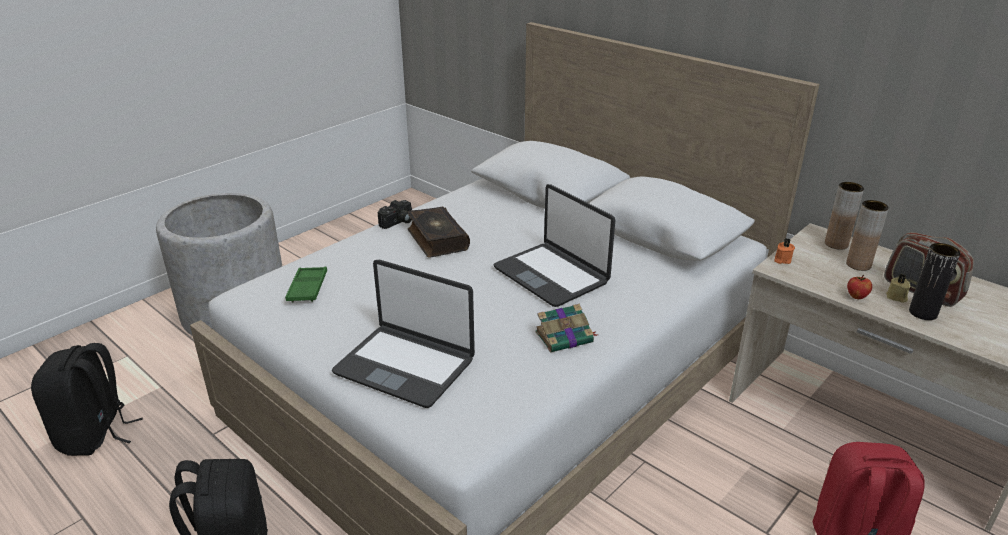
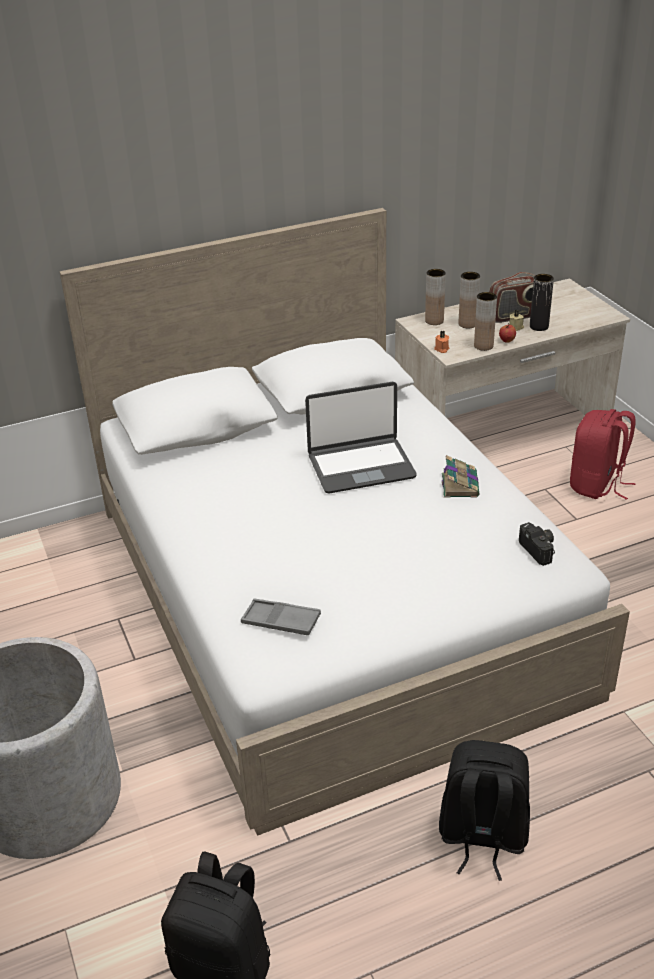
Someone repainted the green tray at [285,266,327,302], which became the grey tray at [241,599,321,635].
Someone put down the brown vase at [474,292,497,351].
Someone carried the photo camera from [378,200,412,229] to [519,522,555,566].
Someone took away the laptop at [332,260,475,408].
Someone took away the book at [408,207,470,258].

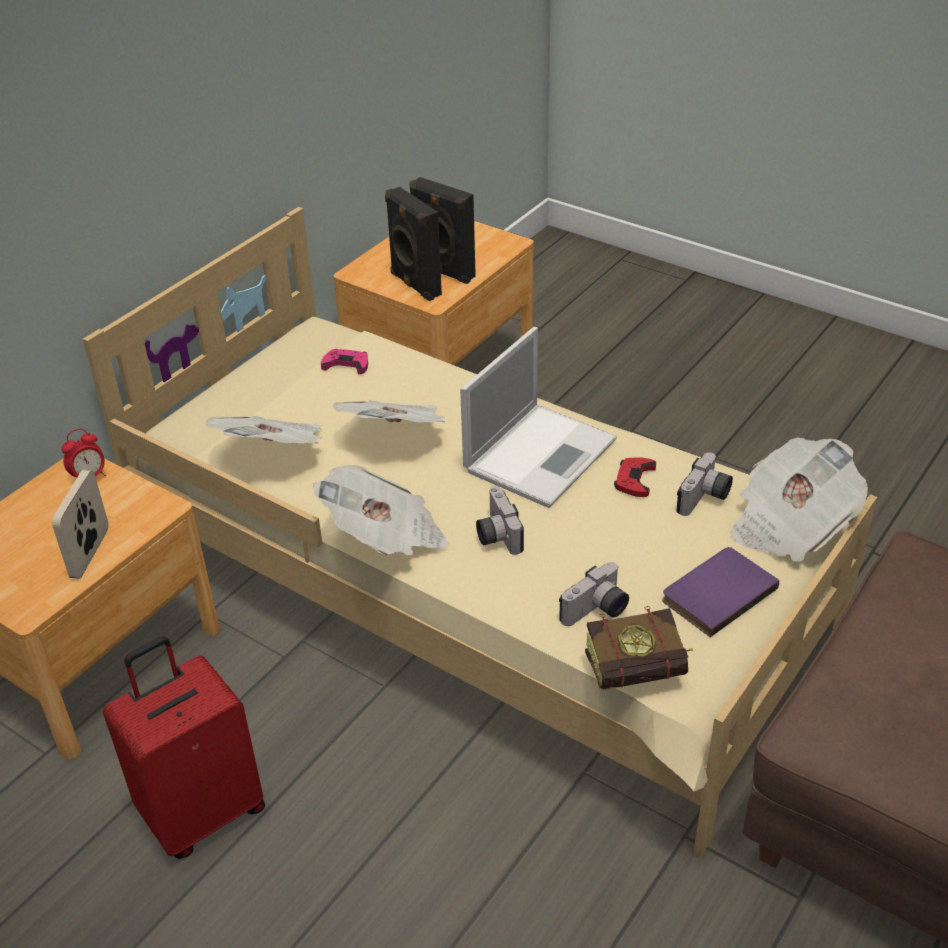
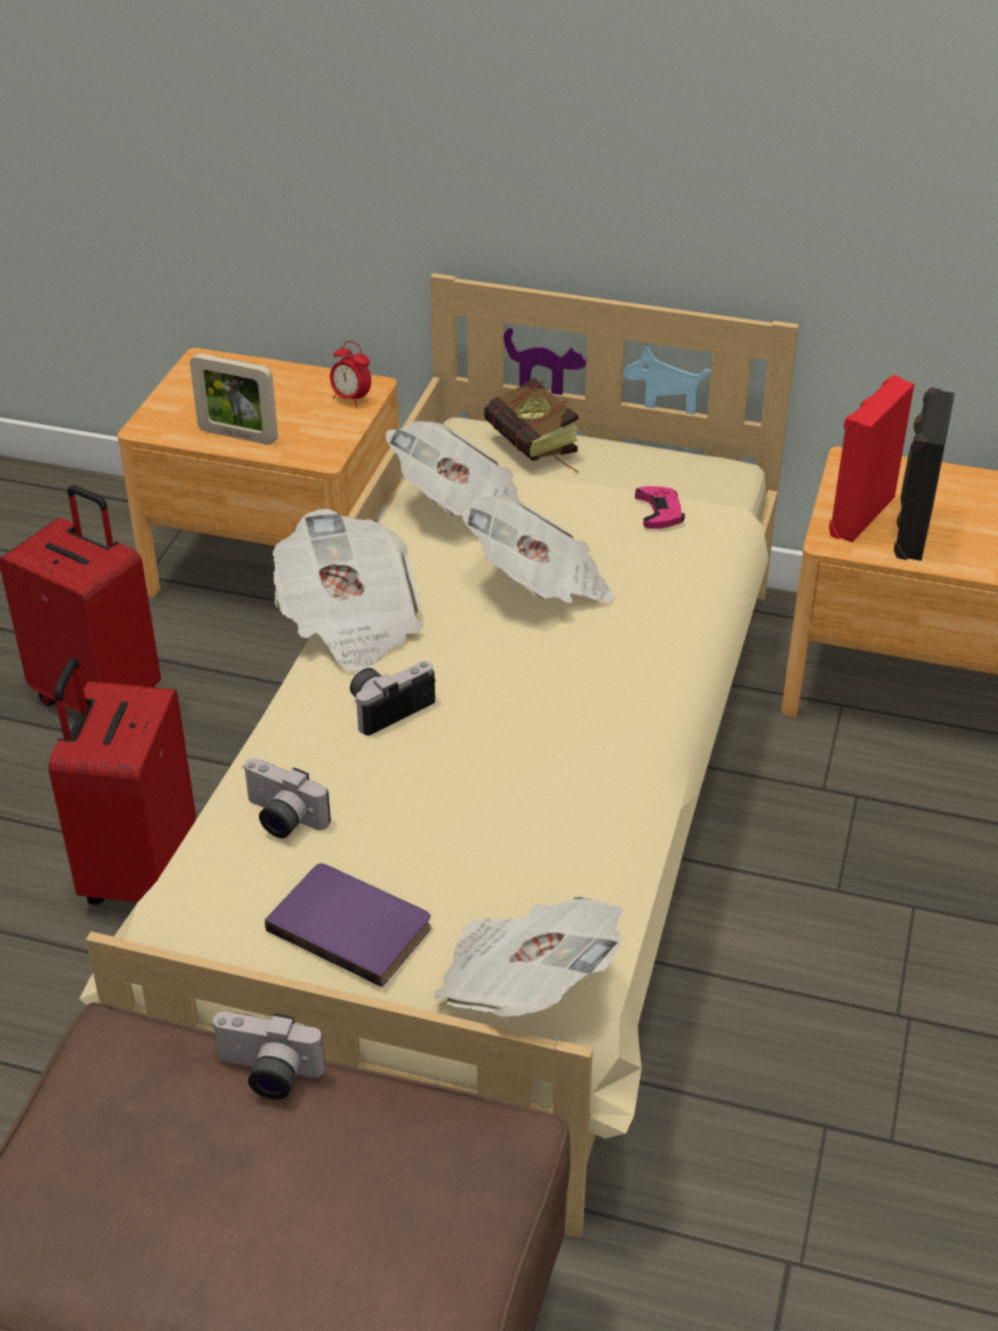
Someone put down the red suitcase at [48,658,196,905].
Someone rotated the picture frame at [52,470,108,579] by 150 degrees counterclockwise.
Someone carried the photo camera from [676,452,733,516] to [211,1012,325,1099].
Someone carried the book from [585,606,693,690] to [484,378,579,474].
Someone repainted the black speaker at [385,187,442,301], which became the red speaker at [829,375,915,542].
Someone took away the laptop at [460,327,617,508].
Someone took away the red game controller at [614,457,656,497].

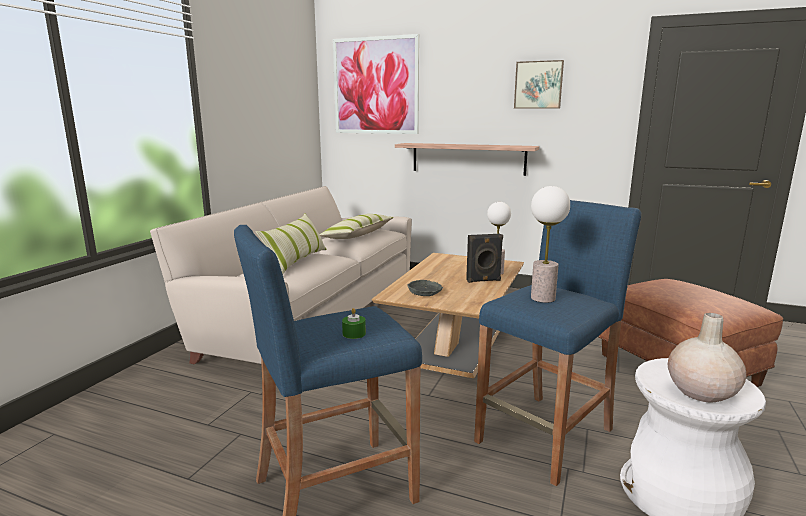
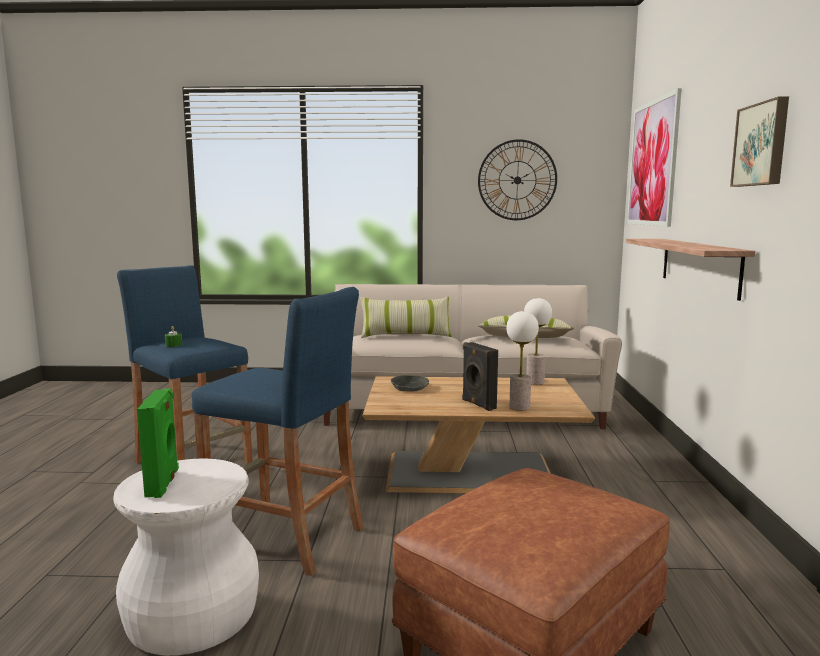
Someone swapped the beige vase at [667,313,746,402] for the green speaker at [137,388,179,498].
Someone put up the wall clock at [478,139,557,220].
Someone carried the table lamp from [531,186,570,303] to [524,298,552,385].

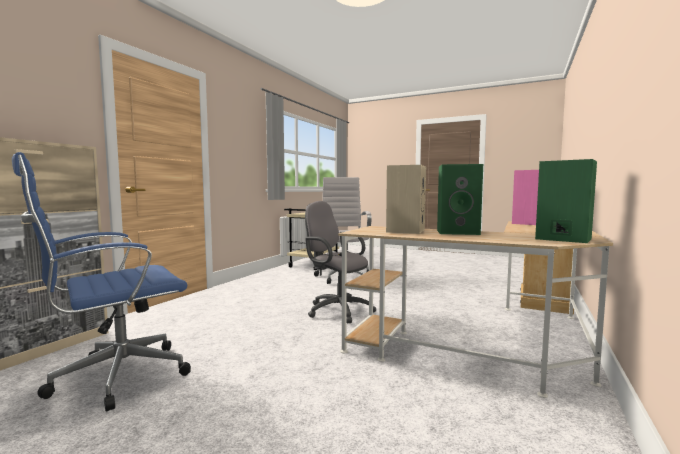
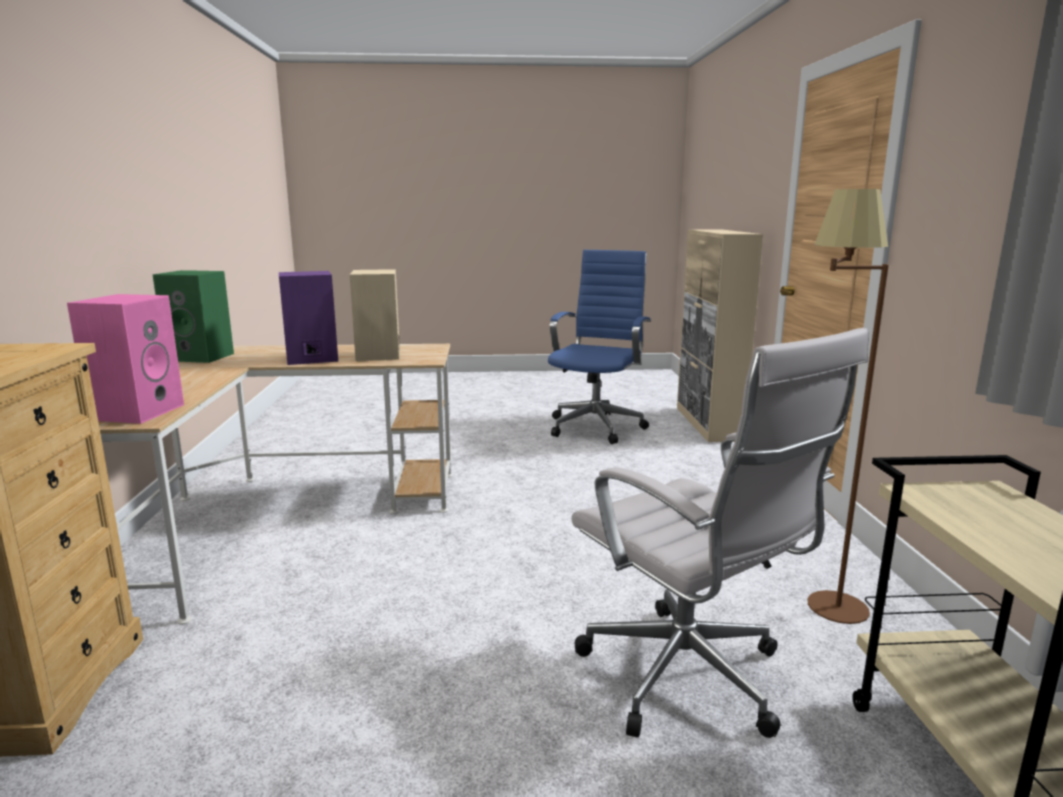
Someone repainted the green speaker at [437,164,483,235], which became the purple speaker at [279,271,338,365].
Someone put down the brown floor lamp at [808,189,889,624].
Someone took away the grey office chair at [305,201,376,323].

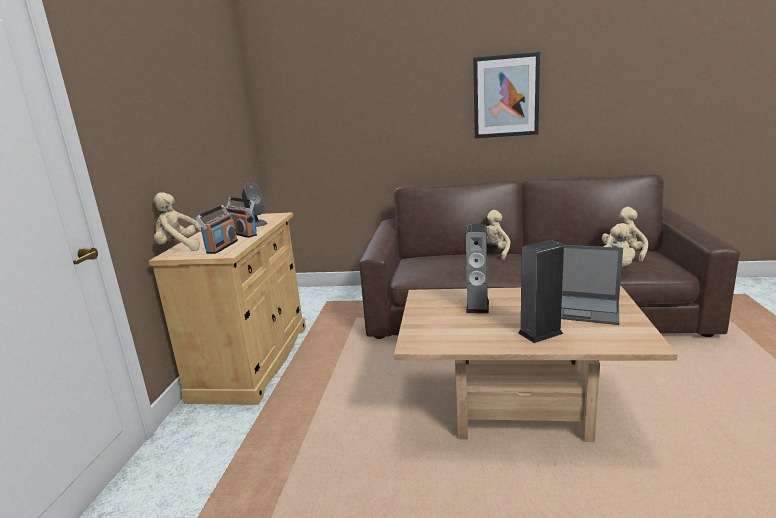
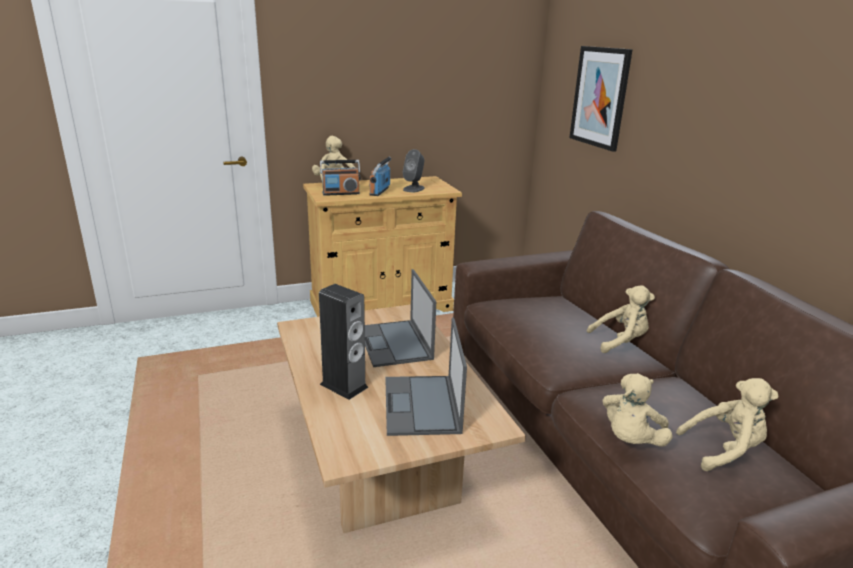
Someone swapped the speaker at [466,224,489,314] for the laptop at [365,269,436,367].
Someone carried the picture from [473,52,540,138] to [569,46,633,152].

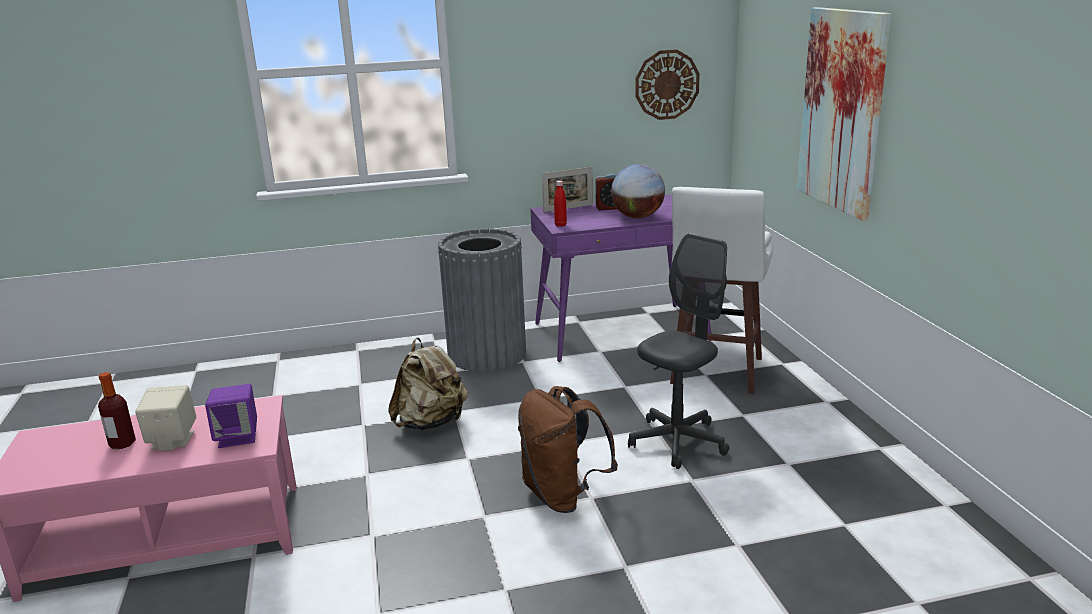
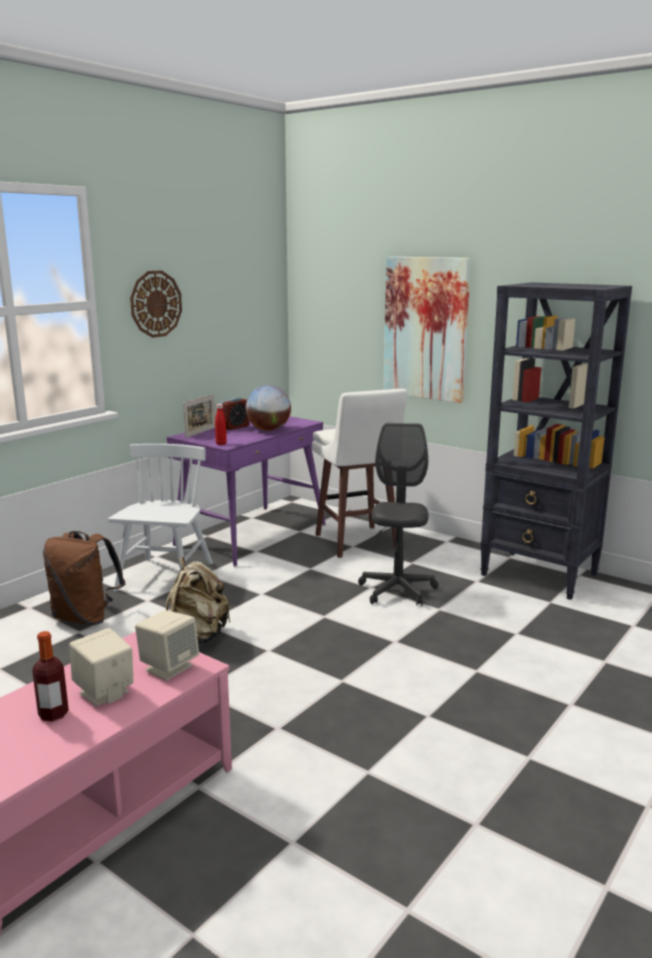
Someone carried the brown backpack from [518,386,618,513] to [43,531,125,625].
Someone swapped the grey trash can at [438,228,526,372] for the white chair at [108,444,213,592].
Someone carried the wall clock from [635,50,700,120] to [130,270,182,338].
Someone repainted the purple speaker at [205,384,257,448], which became the beige speaker at [135,610,199,681].
Someone put down the black bookcase at [480,282,632,600].

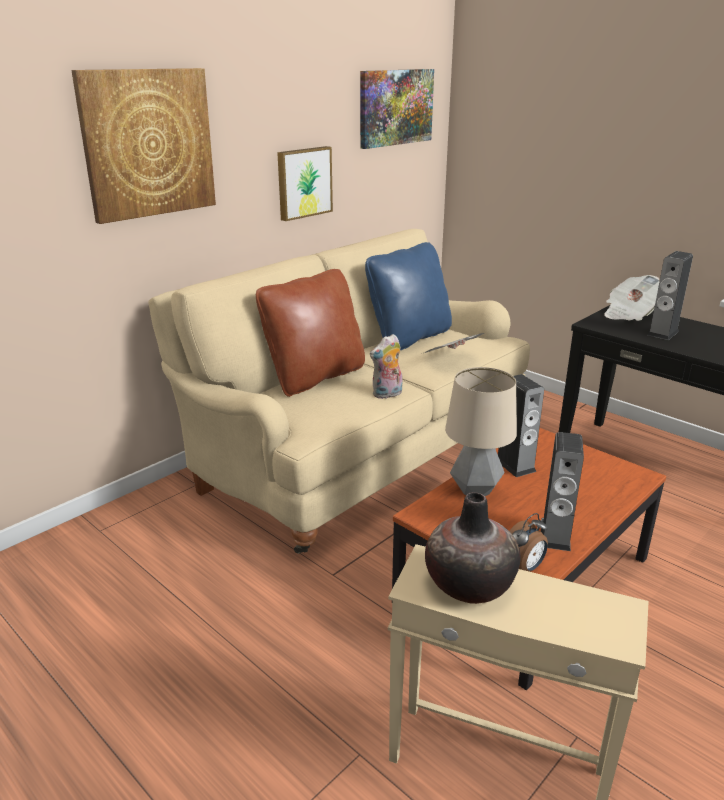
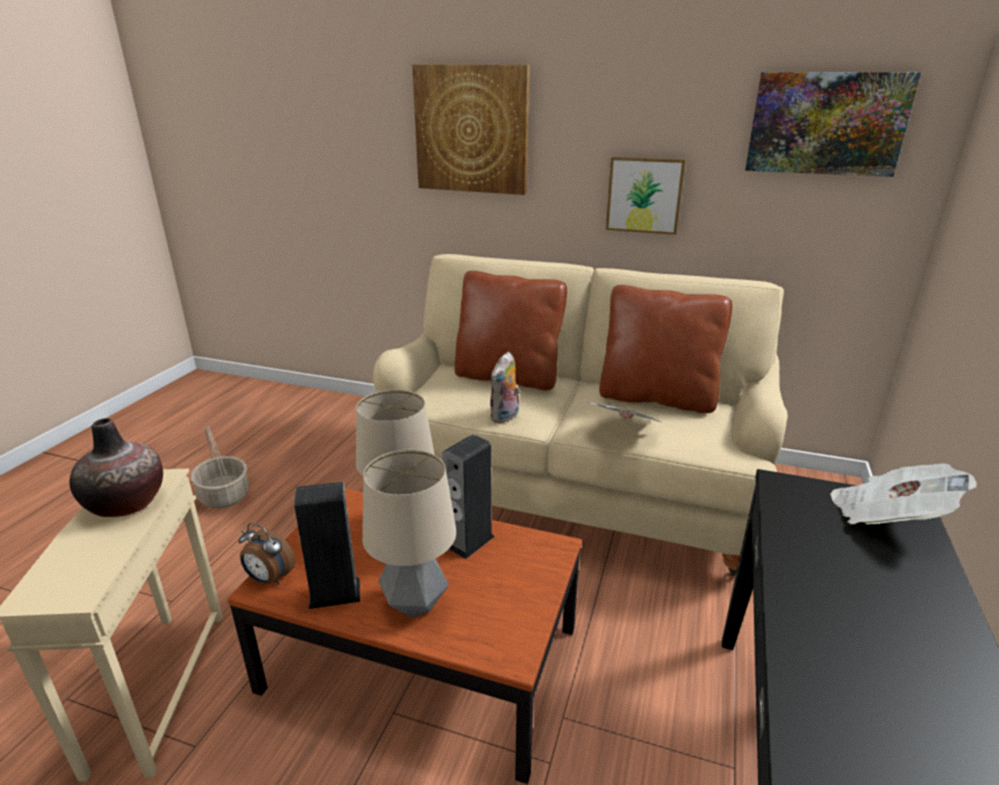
Someone put down the basket at [190,426,249,508].
Someone put down the table lamp at [362,450,456,618].
Someone rotated the plush toy at [370,334,402,399] by 90 degrees counterclockwise.
Someone repainted the blue pillow at [365,242,452,350], which became the brown pillow at [599,285,732,413].
Someone took away the speaker at [647,251,693,340].

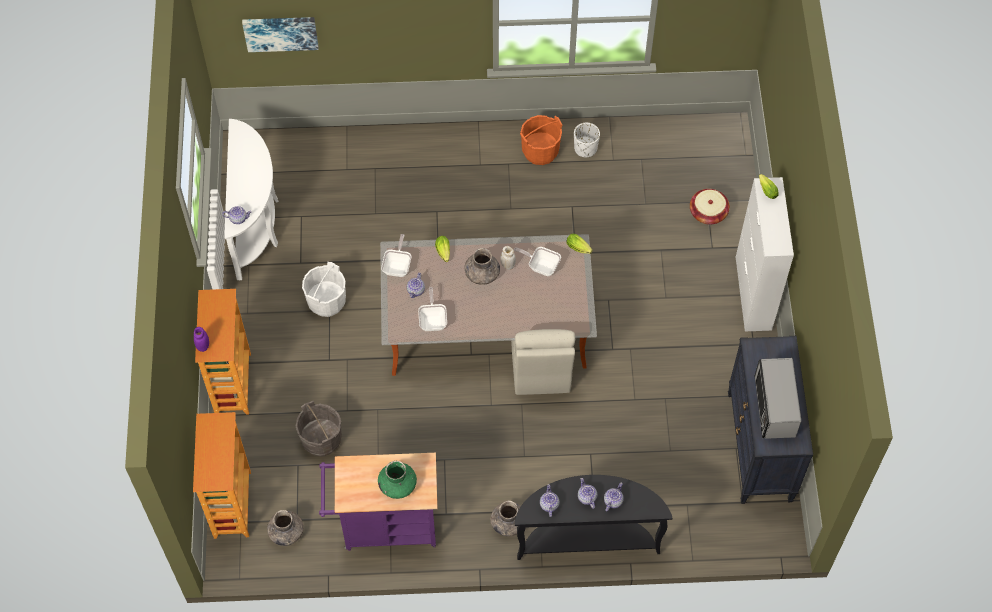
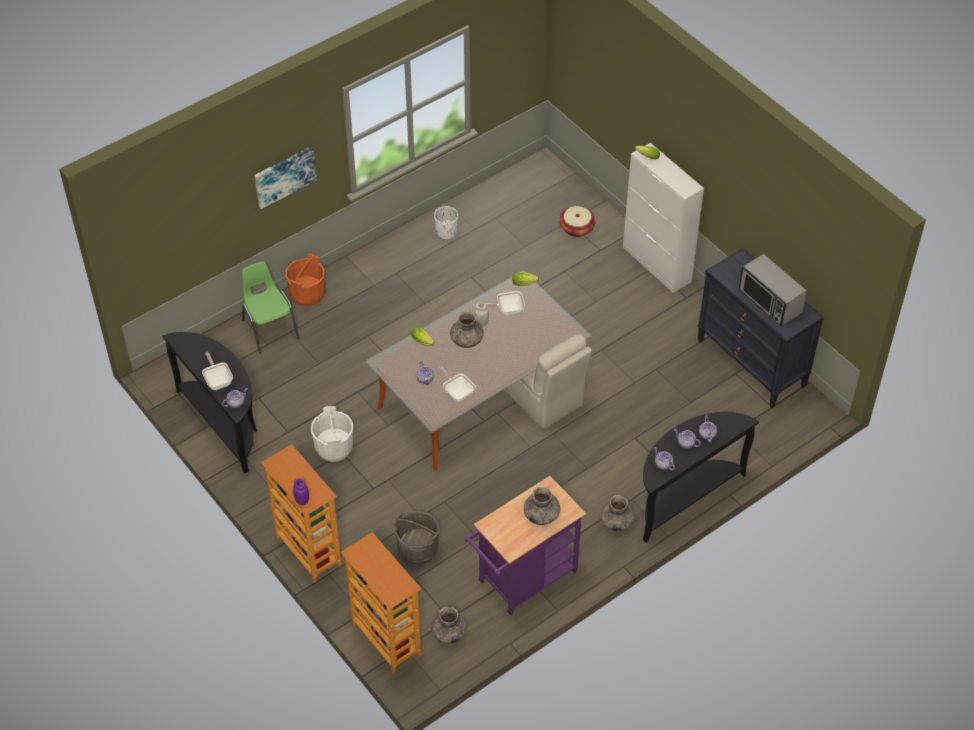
Someone repainted the white console table at [224,119,279,281], which became the black console table at [162,332,257,474].
Someone carried the frying pan from [381,234,411,277] to [202,352,233,390].
Someone put down the green chair at [242,261,299,354].
Someone carried the picture from [242,17,318,52] to [254,146,317,209].
Someone carried the orange bucket from [520,115,562,165] to [285,254,325,306].
Someone repainted the green vase at [378,461,417,499], which became the grey vase at [524,486,560,525].

